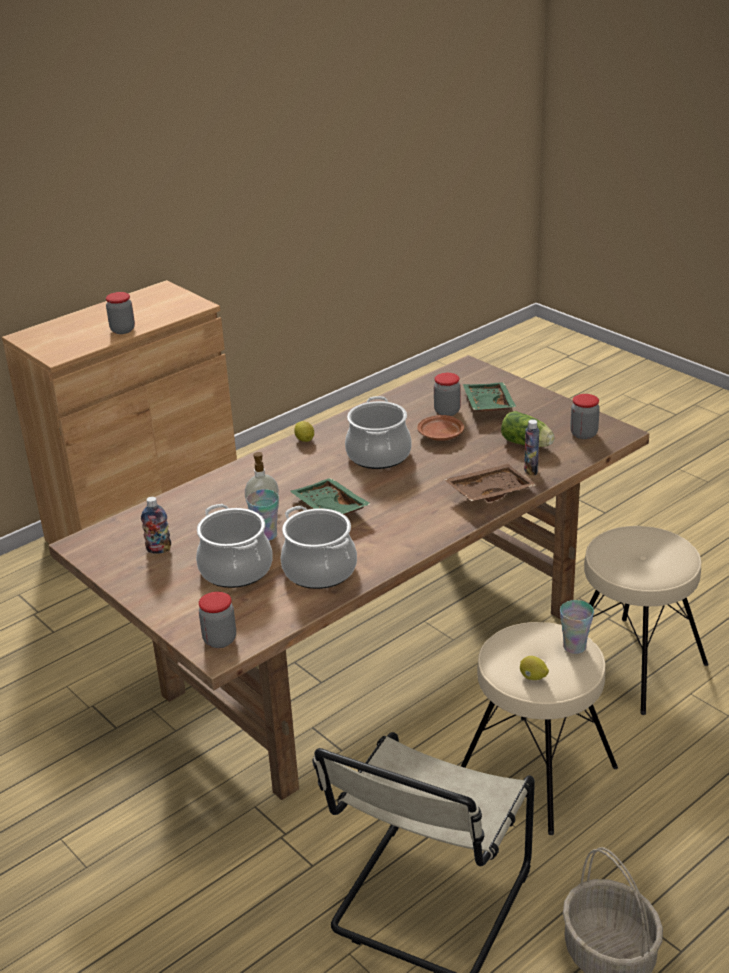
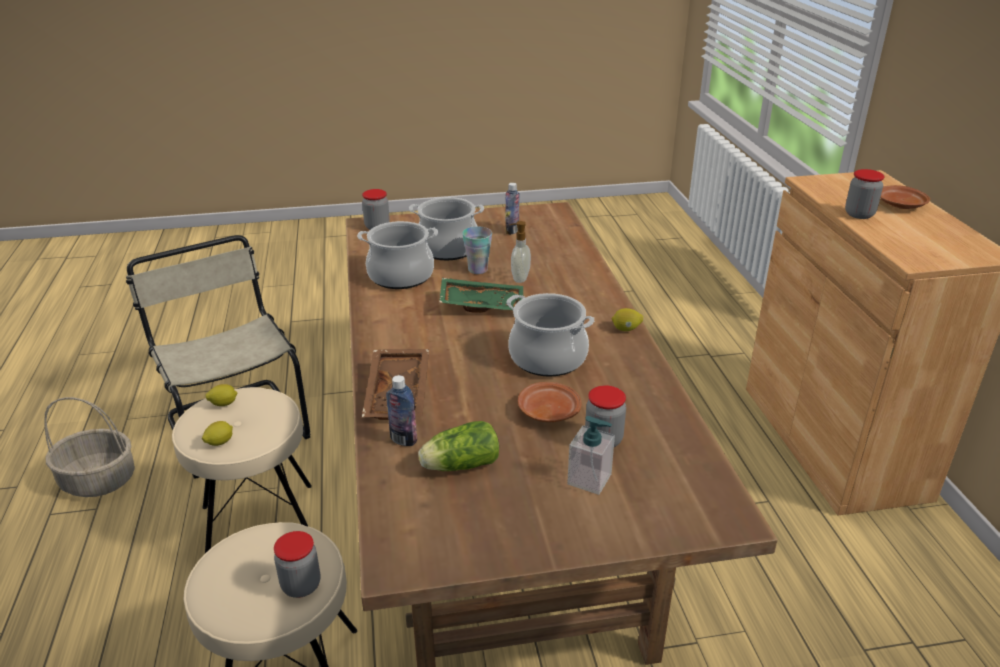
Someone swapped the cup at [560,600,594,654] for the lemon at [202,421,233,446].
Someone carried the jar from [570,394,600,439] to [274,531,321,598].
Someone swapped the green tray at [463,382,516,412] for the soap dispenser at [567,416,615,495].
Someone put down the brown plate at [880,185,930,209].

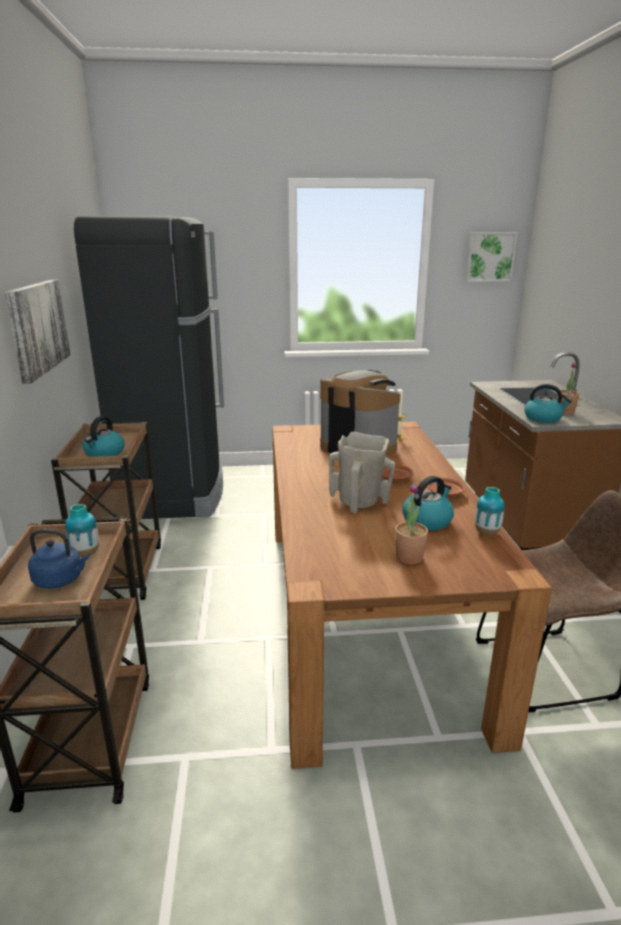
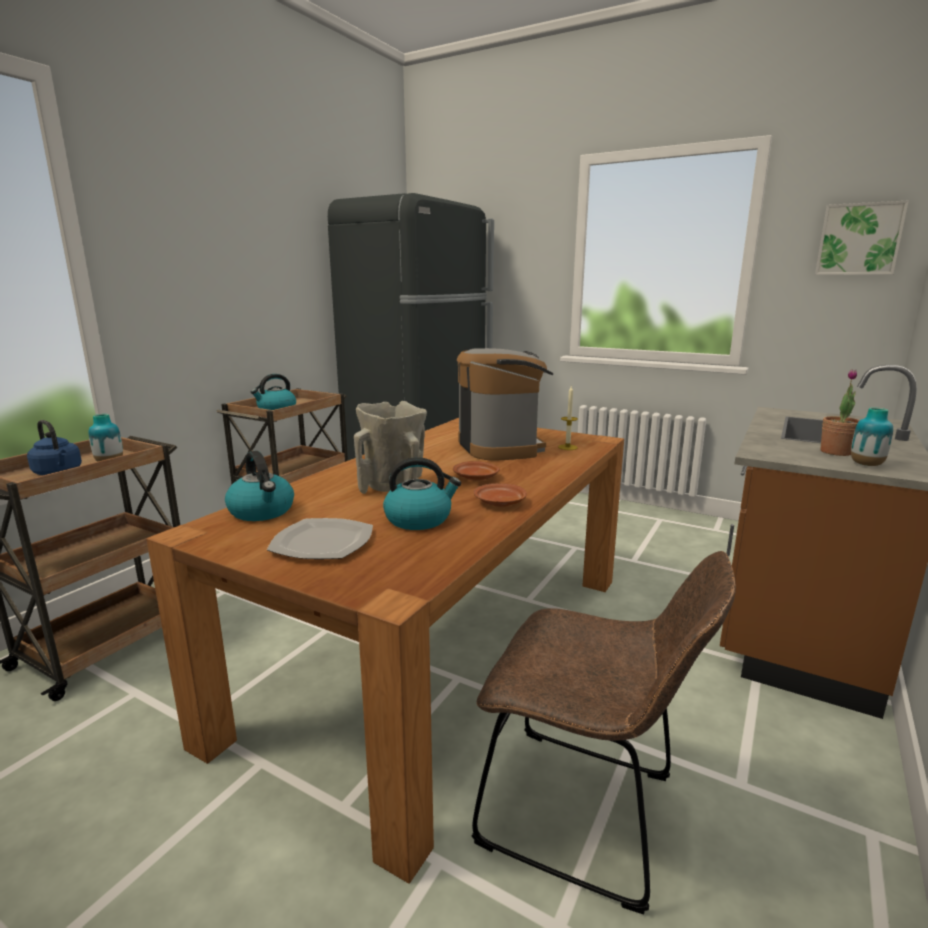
Someone carried the kettle from [524,384,572,423] to [225,451,294,521].
Someone swapped the potted plant at [395,483,428,564] for the plate at [267,518,373,559].
Someone carried the vase from [475,487,504,535] to [851,408,893,466].
Someone took away the picture at [4,280,71,384].

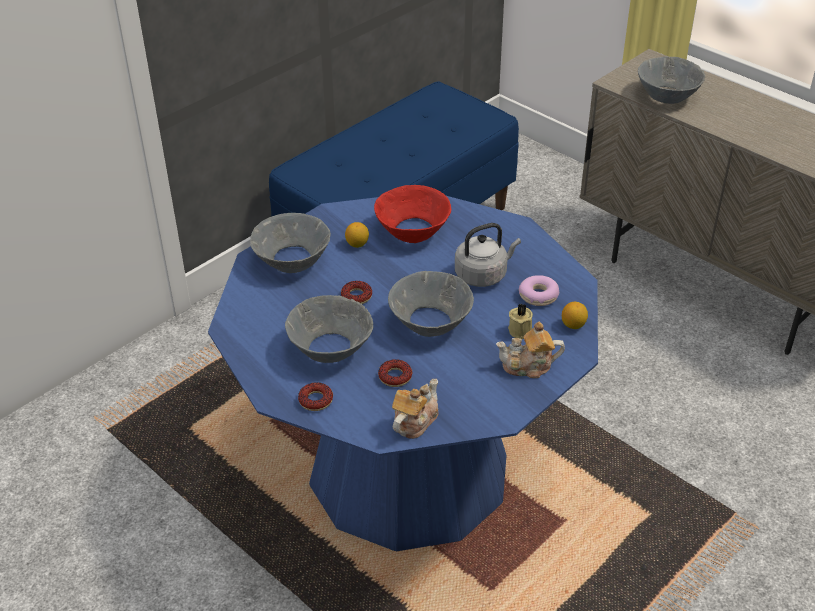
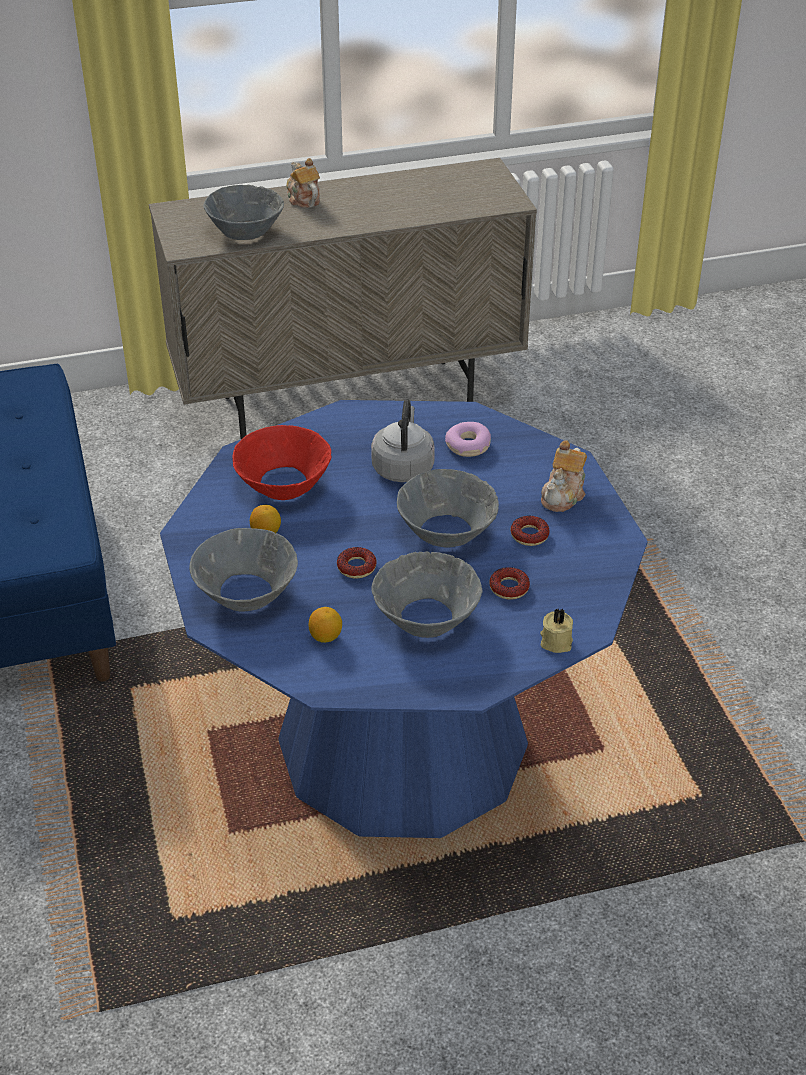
Someone carried the teapot from [392,379,438,439] to [286,158,320,208].
Someone carried the lemon from [562,302,588,329] to [309,607,342,643].
Someone carried the donut from [298,382,333,411] to [511,516,549,546].
Someone carried the beige candle from [508,304,533,339] to [540,608,573,653].

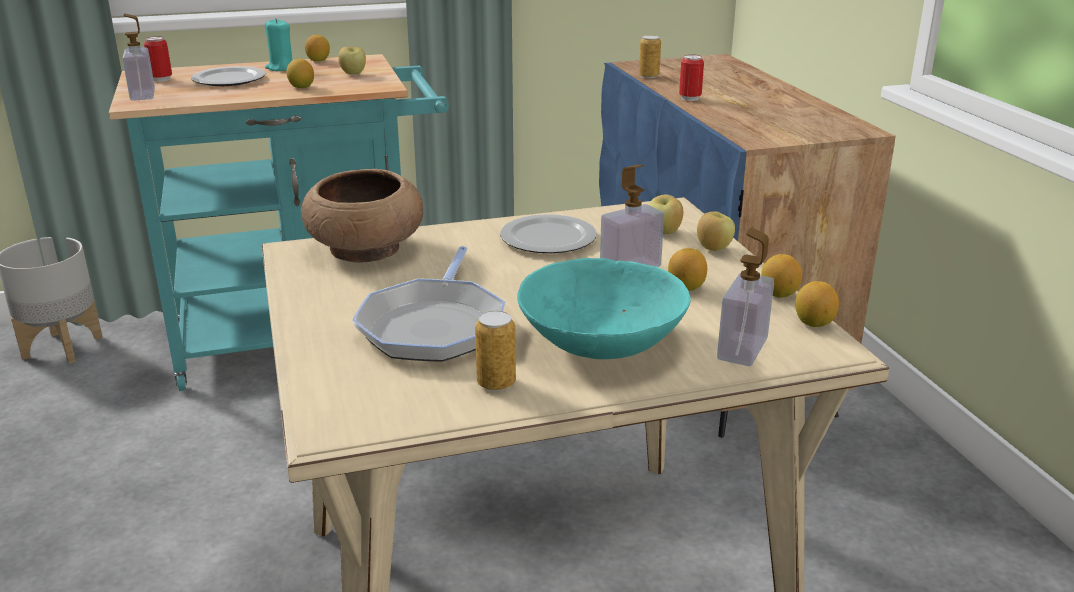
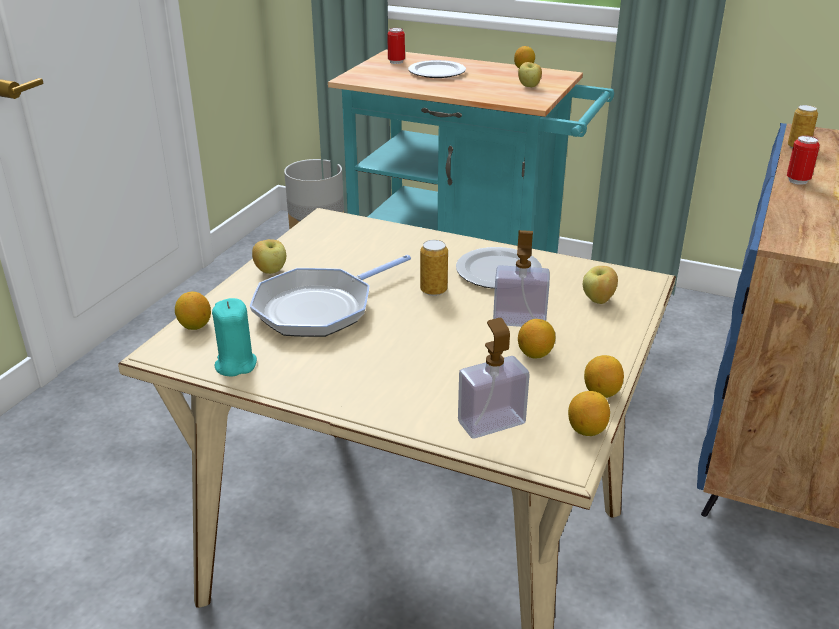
Someone carried the lemon from [286,59,314,88] to [175,292,211,330].
Someone carried the turquoise candle from [265,18,293,71] to [212,298,257,377].
Someone carried the apple from [697,211,735,251] to [252,239,286,274].
Someone carried the can from [475,311,516,391] to [420,240,448,296].
Someone took away the soap dispenser at [122,13,155,101].
Someone took away the brown bowl at [301,169,424,263].
Someone took away the turquoise bowl at [517,258,691,359].

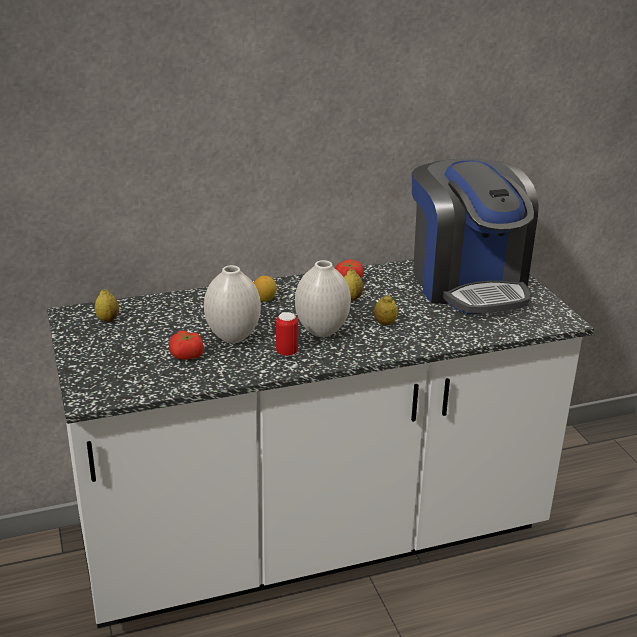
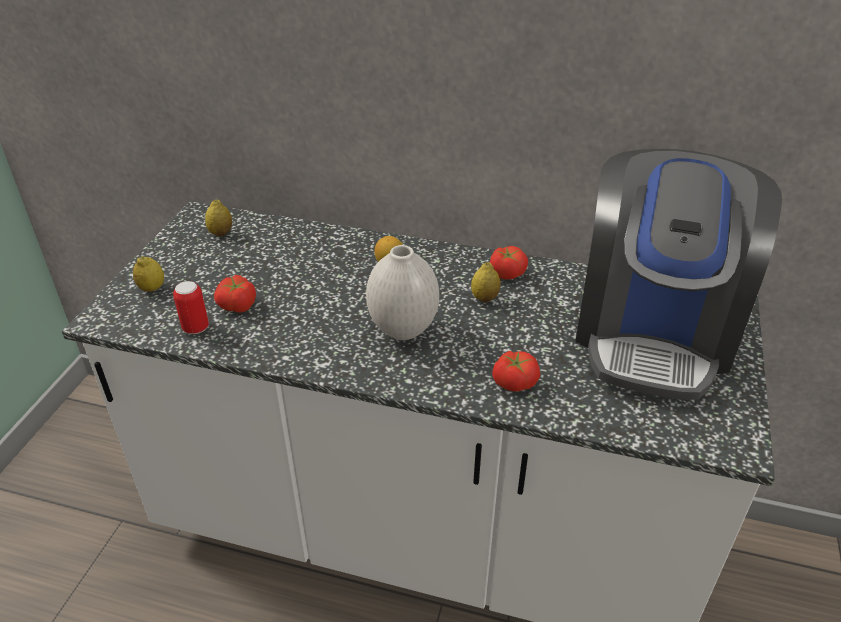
Someone carried the lemon from [374,295,398,325] to [133,256,164,292].
Someone carried the can from [276,312,298,357] to [173,281,209,334].
Someone put down the tomato at [492,351,540,391].
Someone took away the white vase at [204,265,261,343].

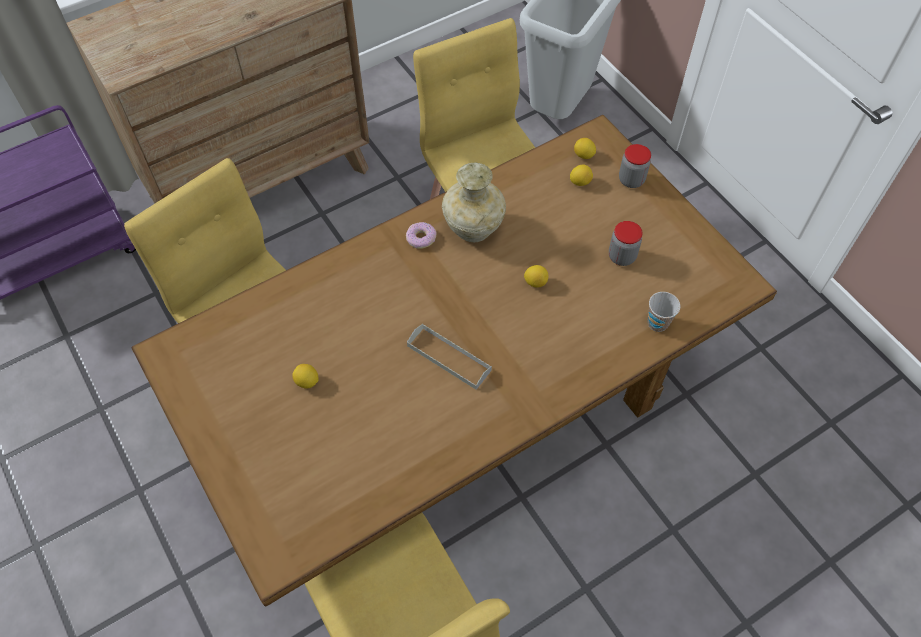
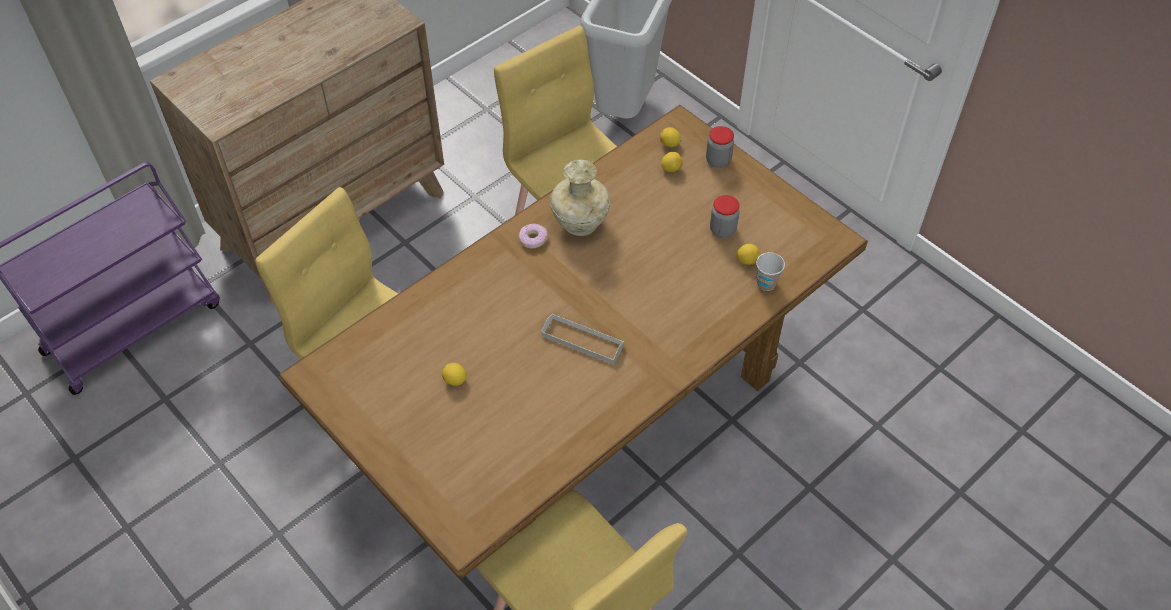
Someone carried the lemon from [524,265,548,288] to [736,244,760,265].

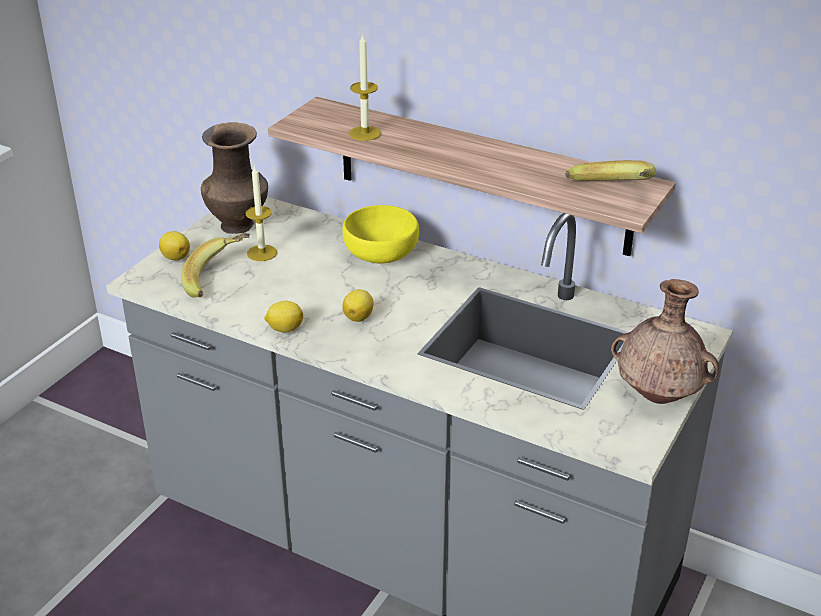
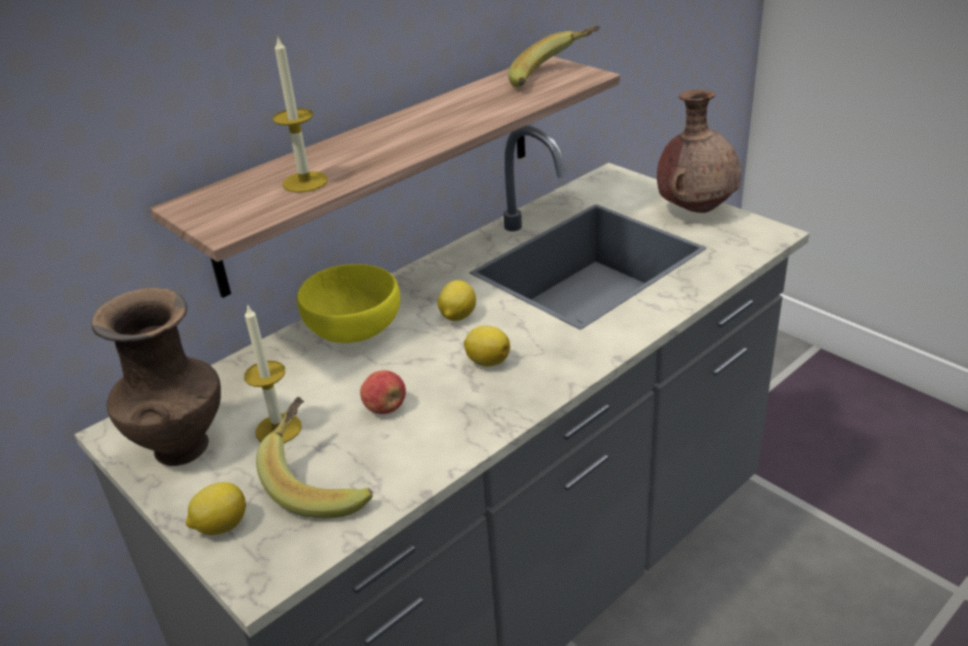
Someone put down the apple at [360,370,406,414].
Someone carried the lemon from [264,301,303,333] to [438,280,476,321].

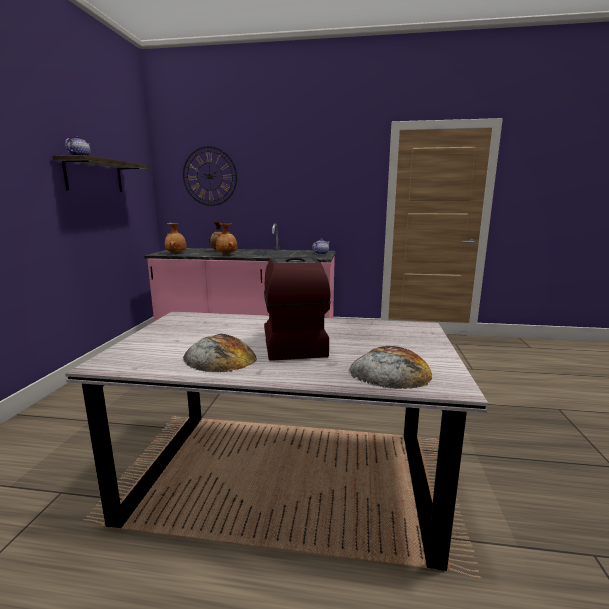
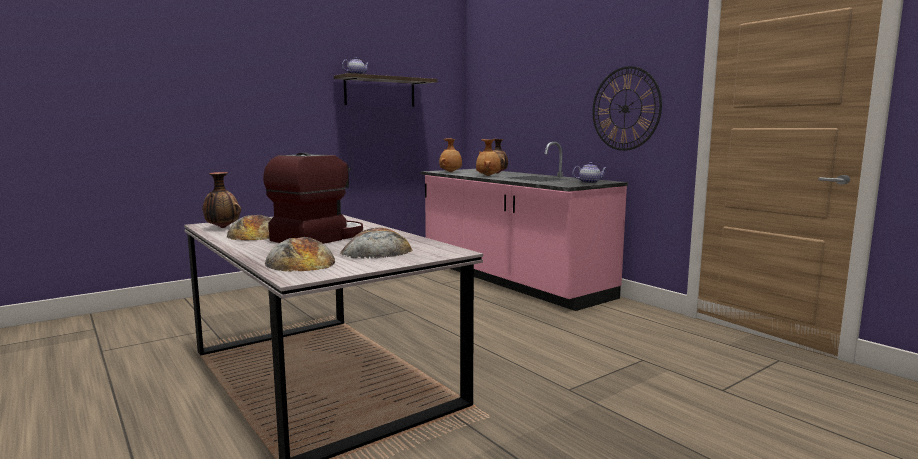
Someone put down the vase at [202,172,241,228].
Someone put down the bread at [340,228,413,259].
Someone carried the wall clock from [183,146,237,206] to [592,66,662,151].

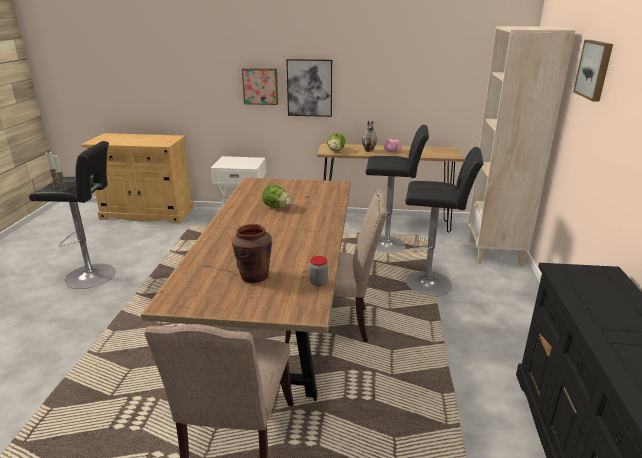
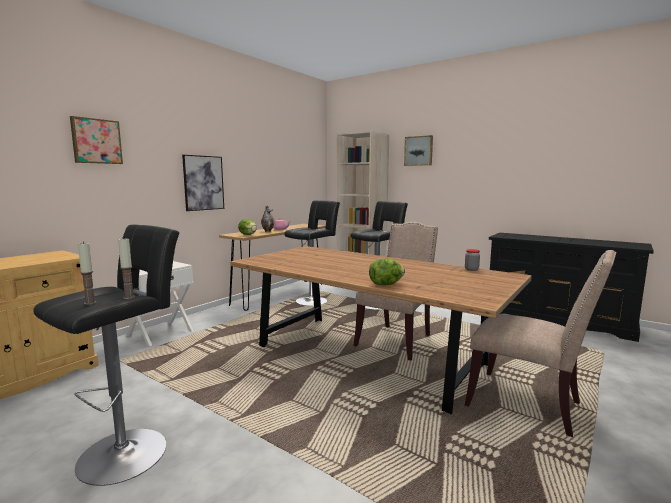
Someone carried the picture from [242,68,278,105] to [70,116,123,164].
Someone carried the lettuce from [262,185,291,208] to [369,258,405,286].
Someone took away the brown vase at [232,224,272,283].

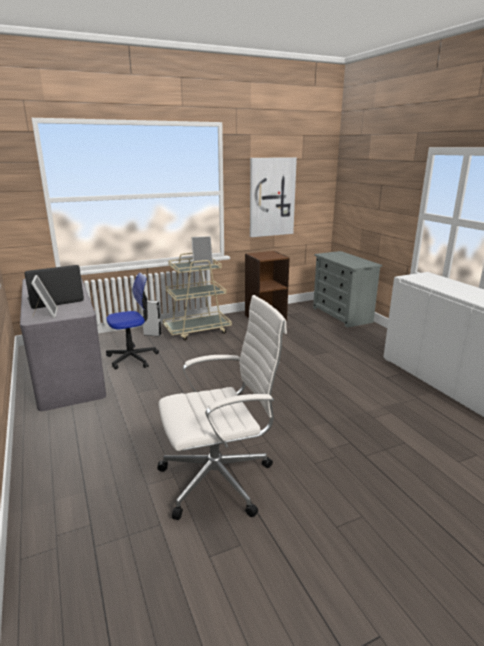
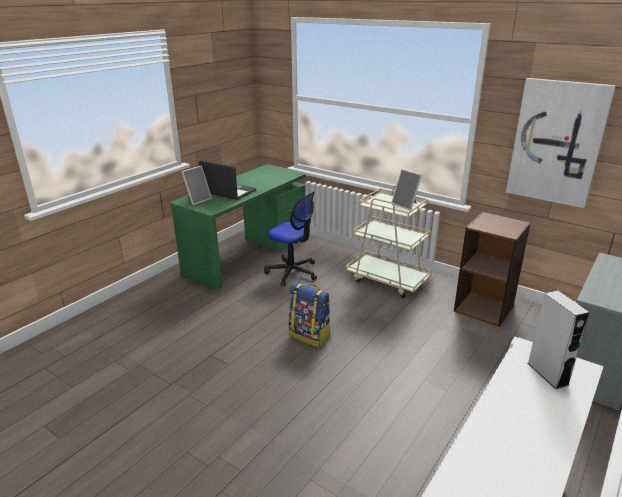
Someone repainted the grey desk at [20,278,106,411], which became the green desk at [171,165,306,290].
Someone put down the backpack at [288,282,331,347].
Someone carried the grey speaker from [141,300,161,337] to [528,290,589,389].
Someone took away the white office chair at [157,295,287,520].

